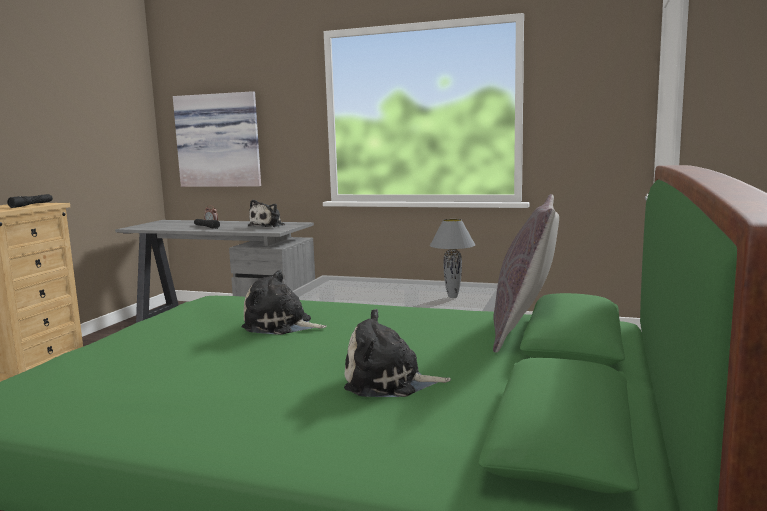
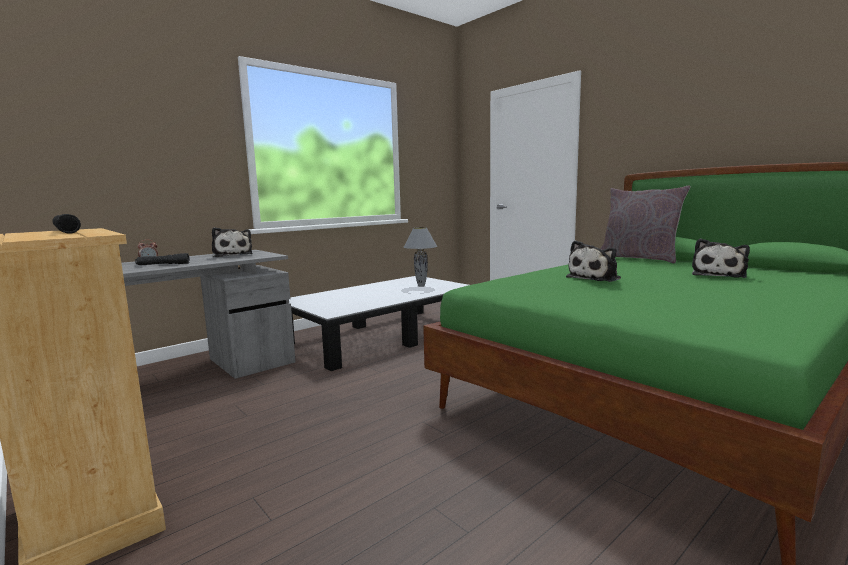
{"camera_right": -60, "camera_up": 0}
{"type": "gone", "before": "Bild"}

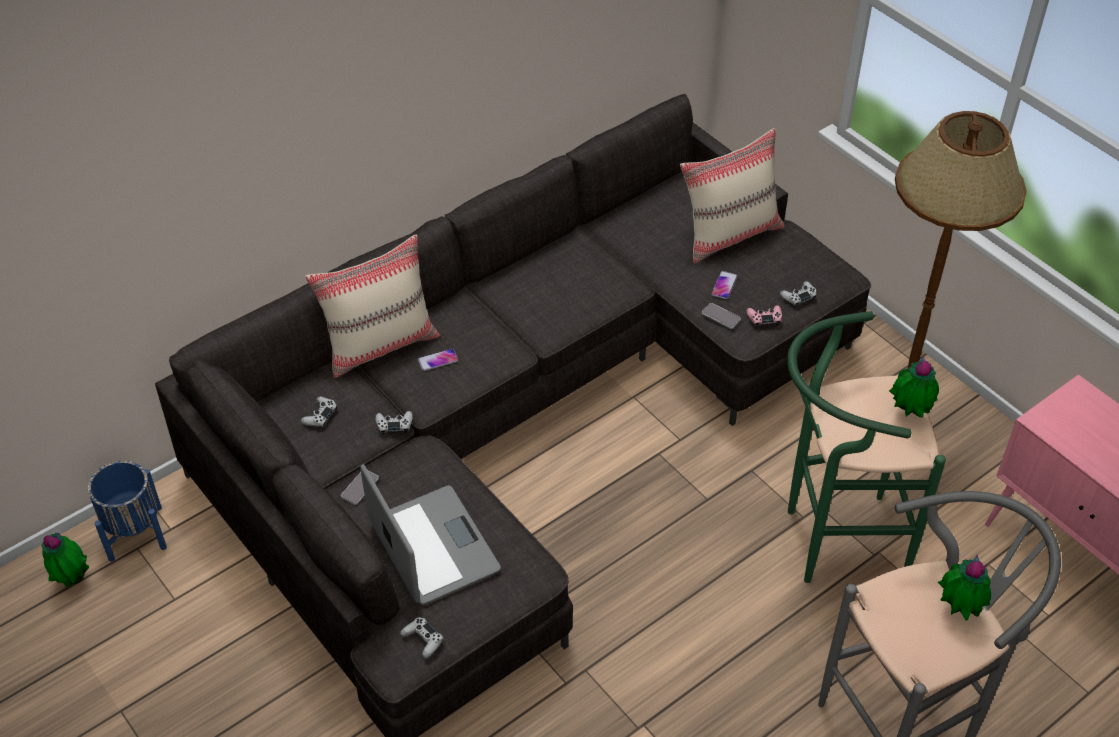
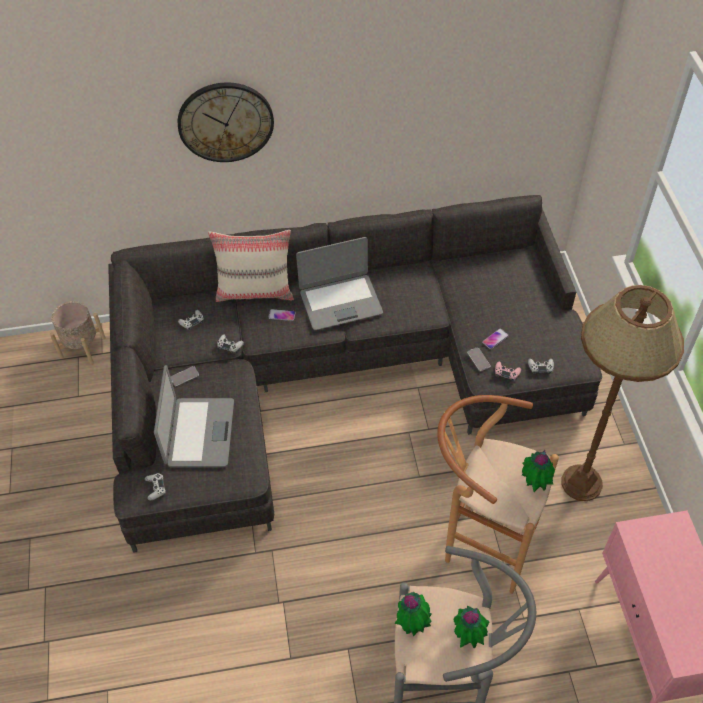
{"camera_right": 30, "camera_up": 5}
{"type": "shifted", "before": "Topfpflanze (no. 1 from left)"}
{"type": "repainted", "before": "Pflanzkübel (blau)", "after": "Pflanzkübel (beige)"}
{"type": "gone", "before": "Kissen (beige) (no. 2 from left)"}
{"type": "repainted", "before": "Hocker (grün)", "after": "Hocker (braun)"}
{"type": "new", "after": "Wanduhr"}
{"type": "new", "after": "Laptop (no. 2 from left)"}

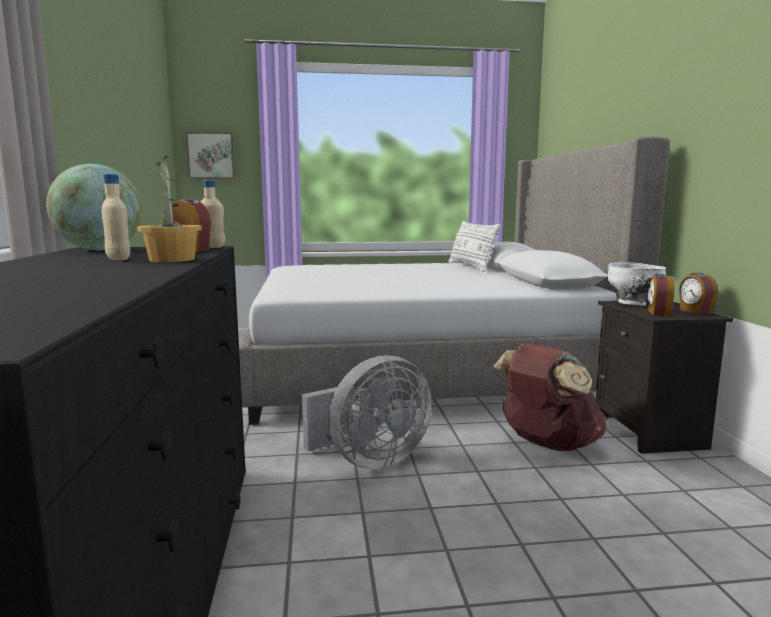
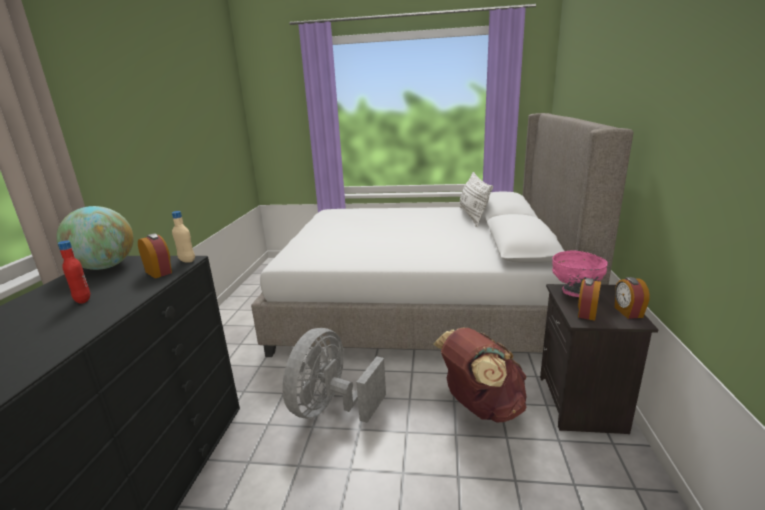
{"camera_right": 15, "camera_up": 10}
{"type": "repainted", "before": "Flasche (beige) (no. 1 from left)", "after": "Flasche (rot)"}
{"type": "gone", "before": "Topfpflanze"}
{"type": "gone", "before": "Bild"}
{"type": "rotated", "before": "Ventilator (grau)", "turn": 135}
{"type": "repainted", "before": "Schüssel (weiß)", "after": "Schüssel (rosa)"}

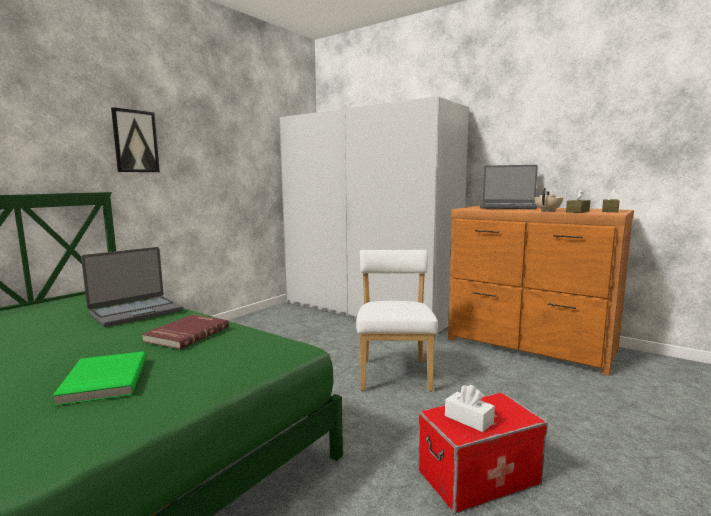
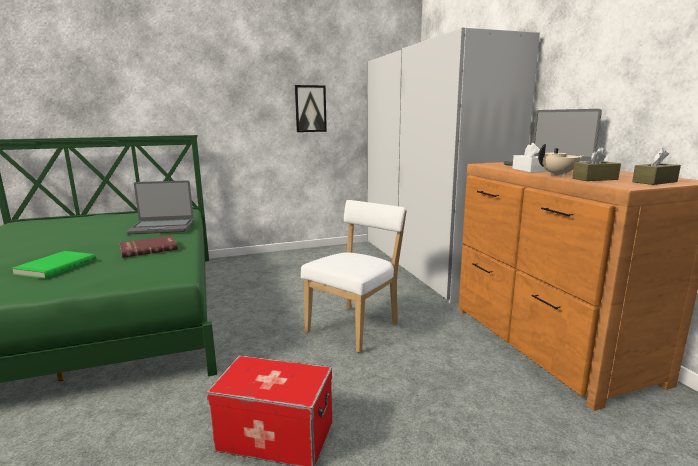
{"camera_right": 35, "camera_up": 5}
{"type": "shifted", "before": "Bild"}
{"type": "shifted", "before": "Taschentuchbox (weiß)"}

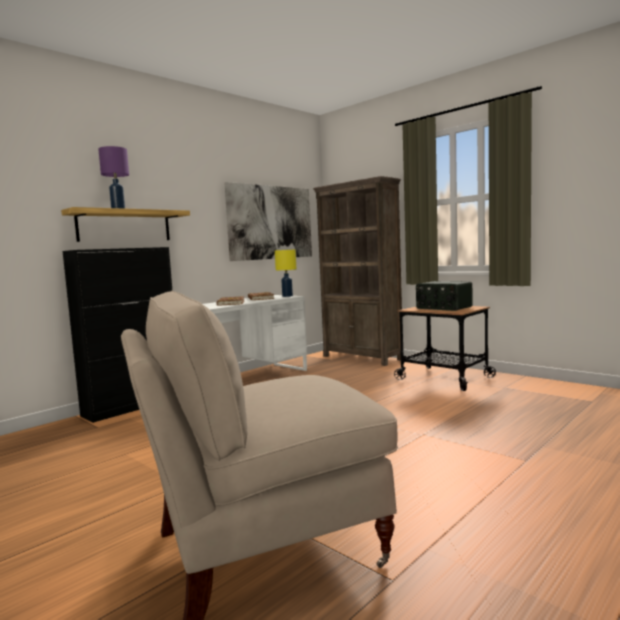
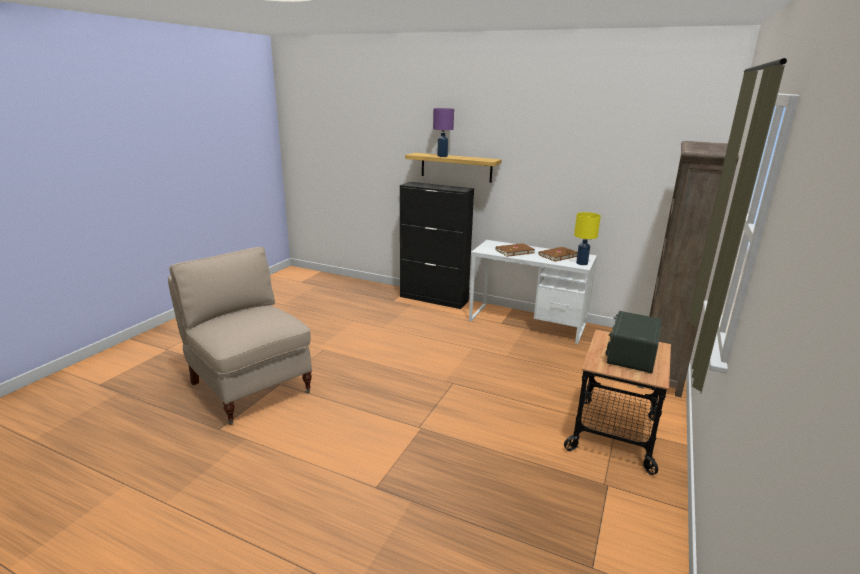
{"camera_right": 70, "camera_up": 15}
{"type": "gone", "before": "Bild"}

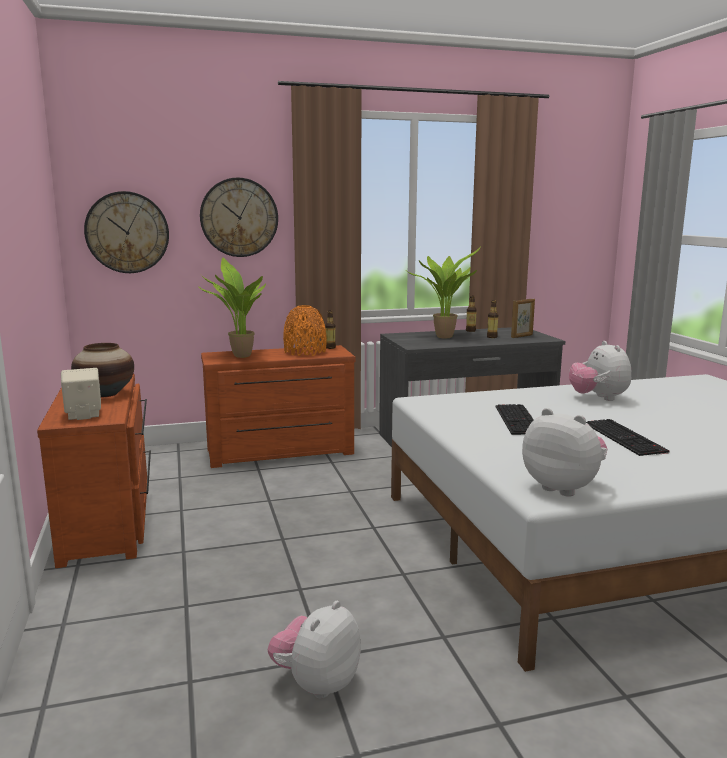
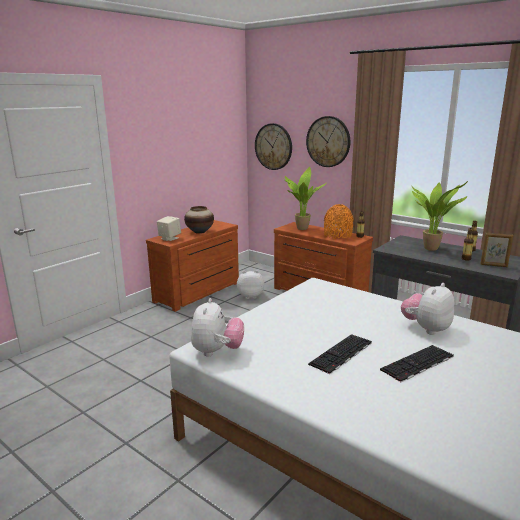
{"camera_right": 55, "camera_up": 5}
{"type": "shifted", "before": "Plüschtier (no. 1 from left in the first image)", "after": "Plüschtier (no. 2 from left)"}
{"type": "shifted", "before": "Tastatur (no. 1 from left in the first image)", "after": "Tastatur (no. 2 from left)"}

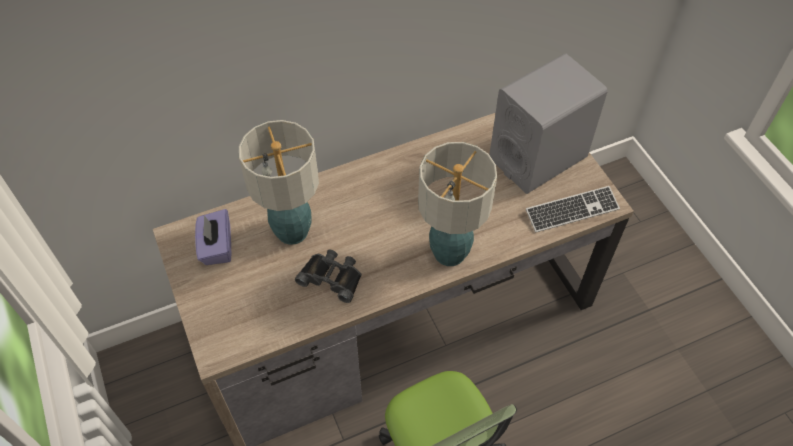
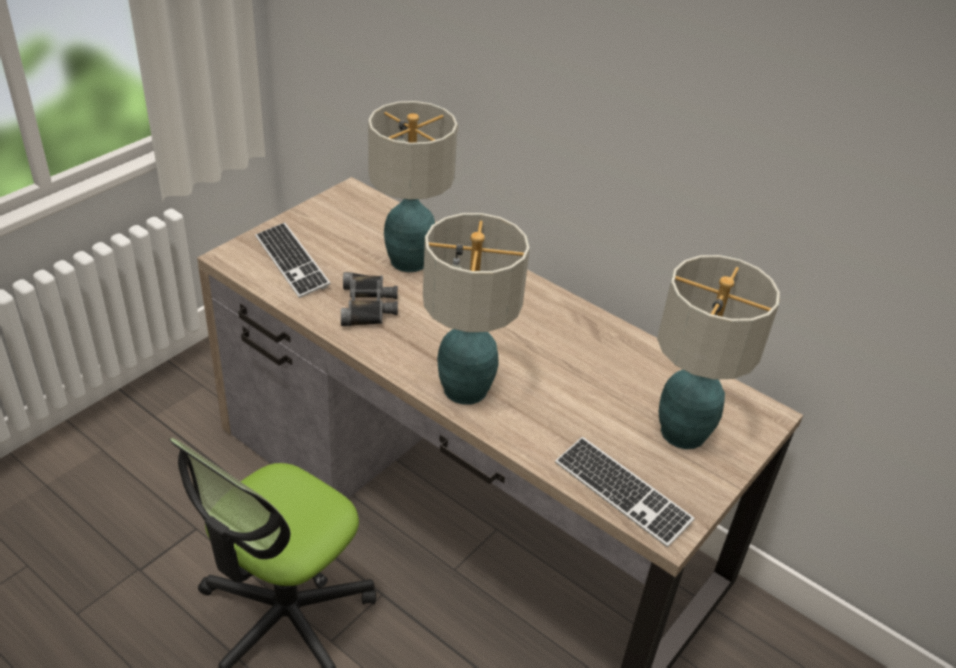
{"camera_right": 60, "camera_up": -15}
{"type": "gone", "before": "Taschentuchbox (lila)"}
{"type": "swapped", "before": "Lautsprecher (grau)", "after": "Tischlampe (no. 3 from left)"}
{"type": "new", "after": "Tastatur (no. 1 from left)"}

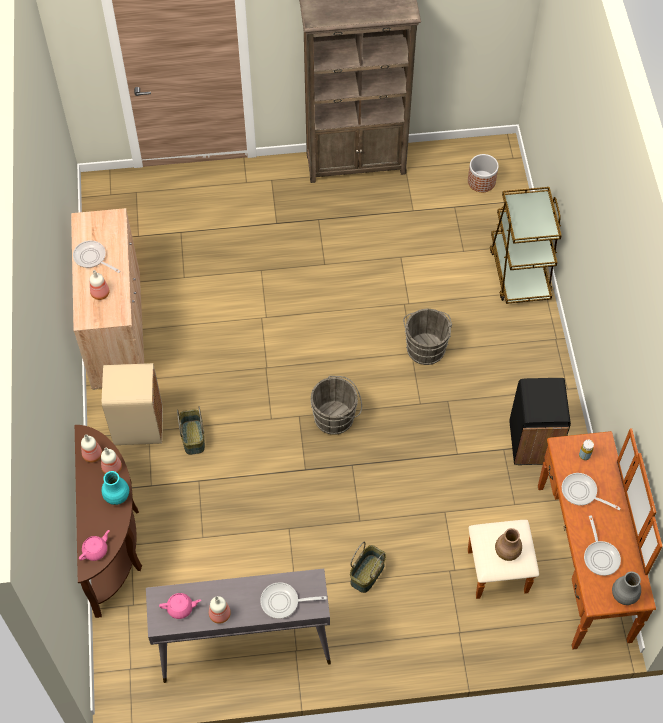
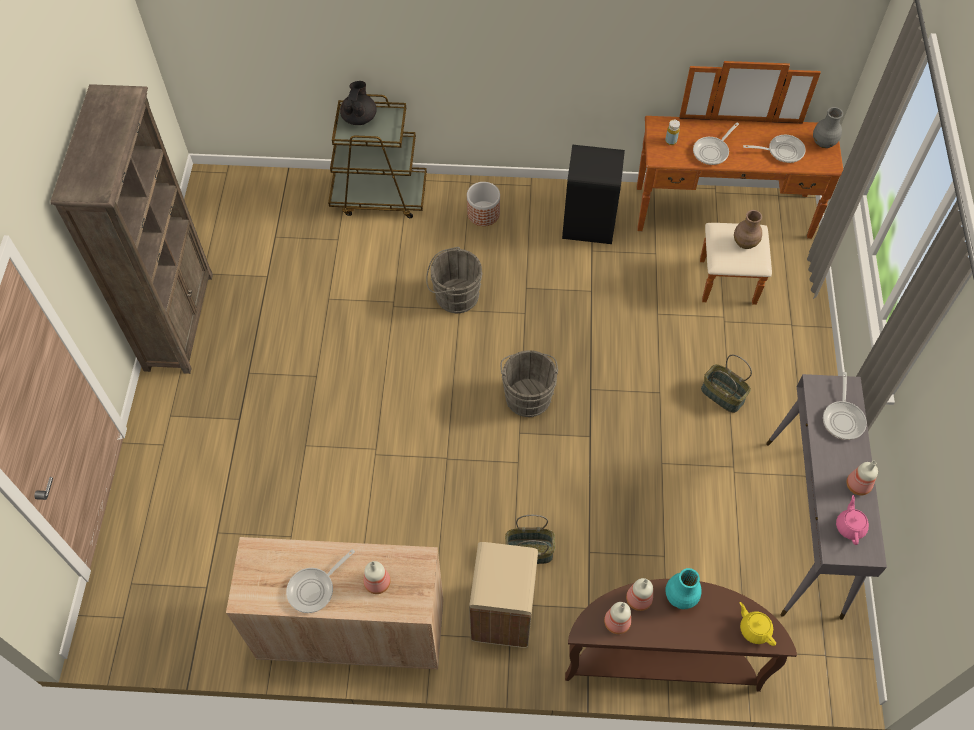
{"camera_right": -80, "camera_up": 0}
{"type": "repainted", "before": "Teekanne (rosa) (no. 1 from left)", "after": "Teekanne (gelb)"}
{"type": "shifted", "before": "Pflanzkübel"}
{"type": "new", "after": "Teekanne (schwarz)"}

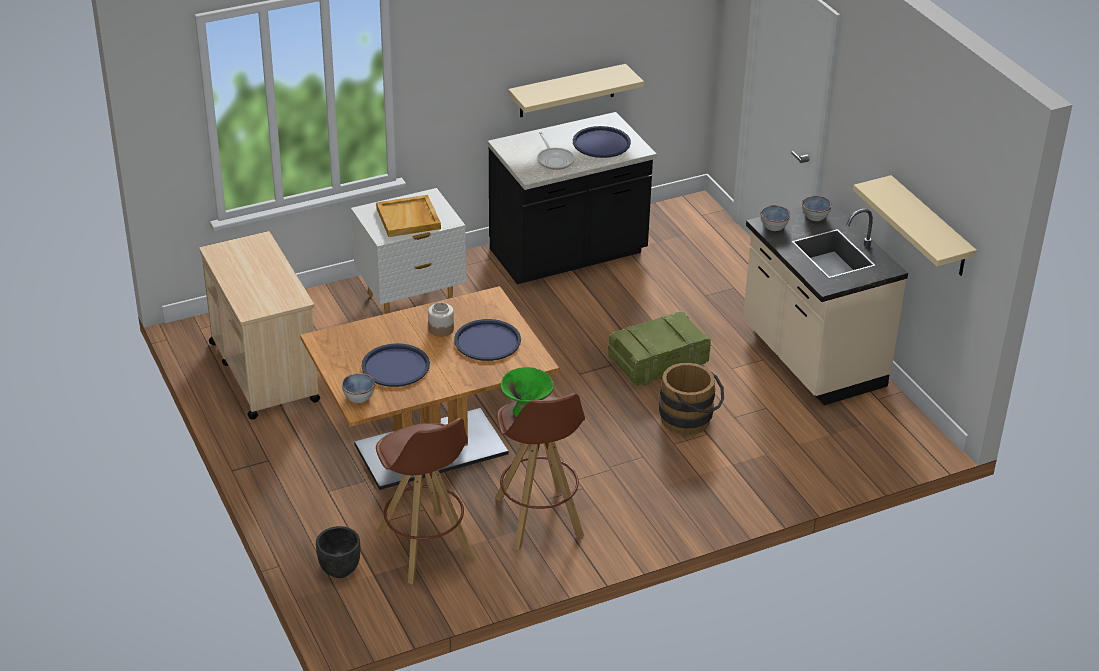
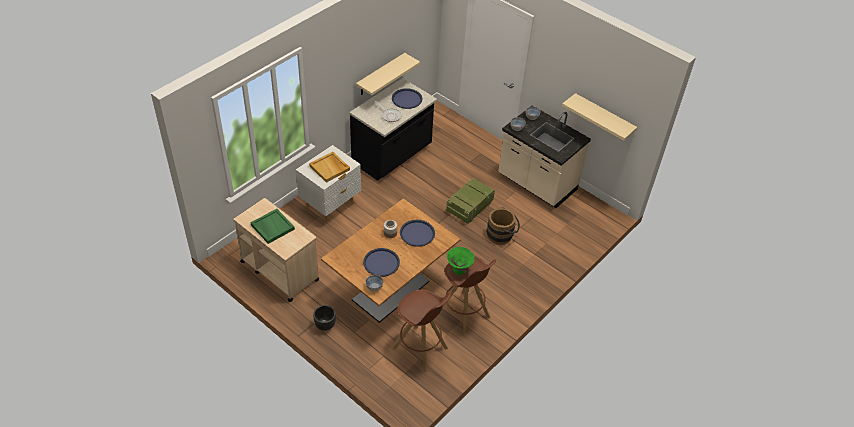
{"camera_right": -25, "camera_up": 10}
{"type": "shifted", "before": "Pflanzkübel (schwarz)"}
{"type": "new", "after": "Tablett (grün)"}

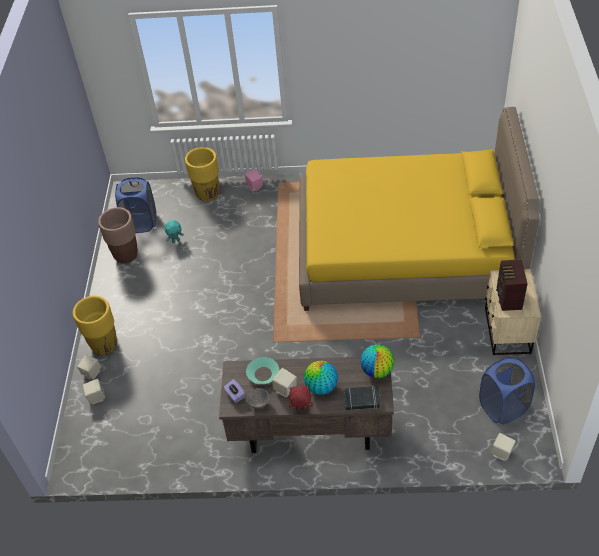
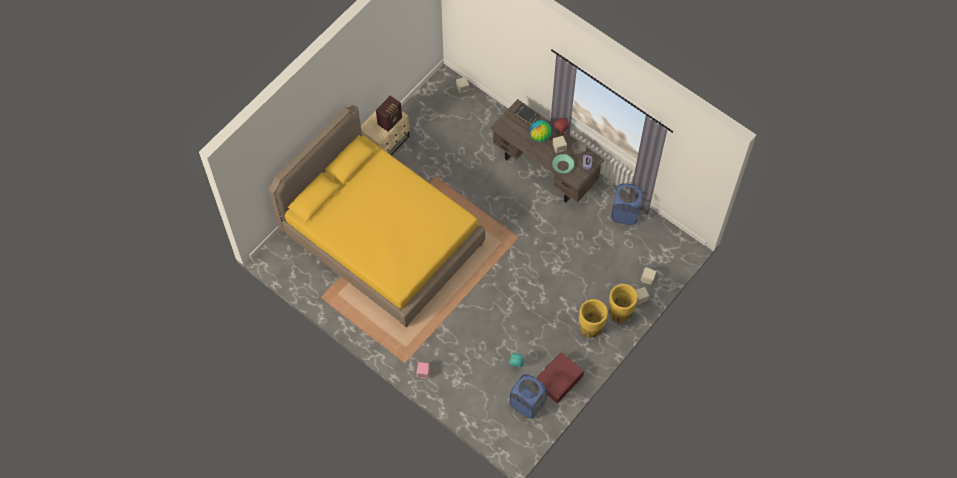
{"camera_right": -145, "camera_up": 15}
{"type": "swapped", "before": "Pflanzkübel (braun)", "after": "Koffer (rot)"}
{"type": "shifted", "before": "Pflanzkübel (gelb) (no. 2 from left in the first image)", "after": "Pflanzkübel (gelb) (no. 1 from left)"}
{"type": "gone", "before": "Globus (no. 2 from left)"}
{"type": "shifted", "before": "Wäschekorb (blau) (no. 2 from left)"}

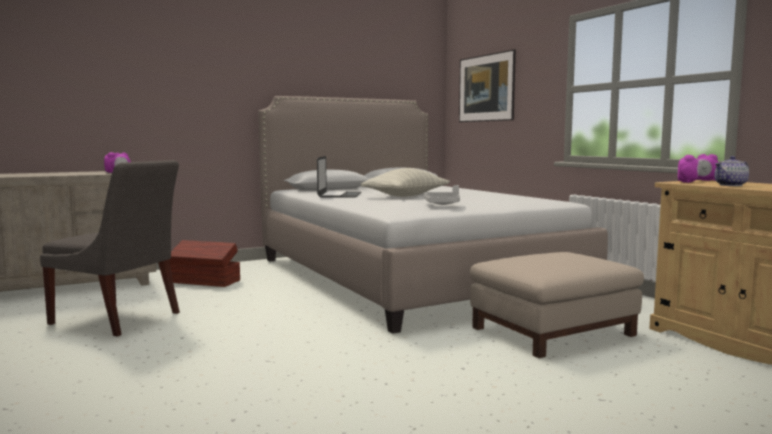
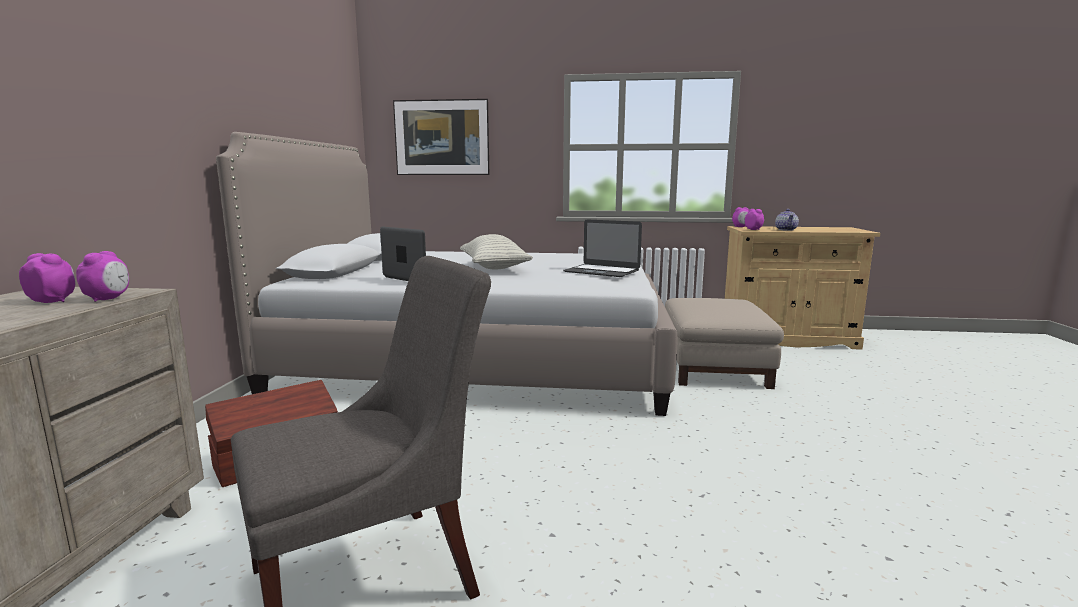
{"camera_right": -55, "camera_up": 5}
{"type": "swapped", "before": "Tablett (grau)", "after": "Laptop (no. 2 from left)"}

